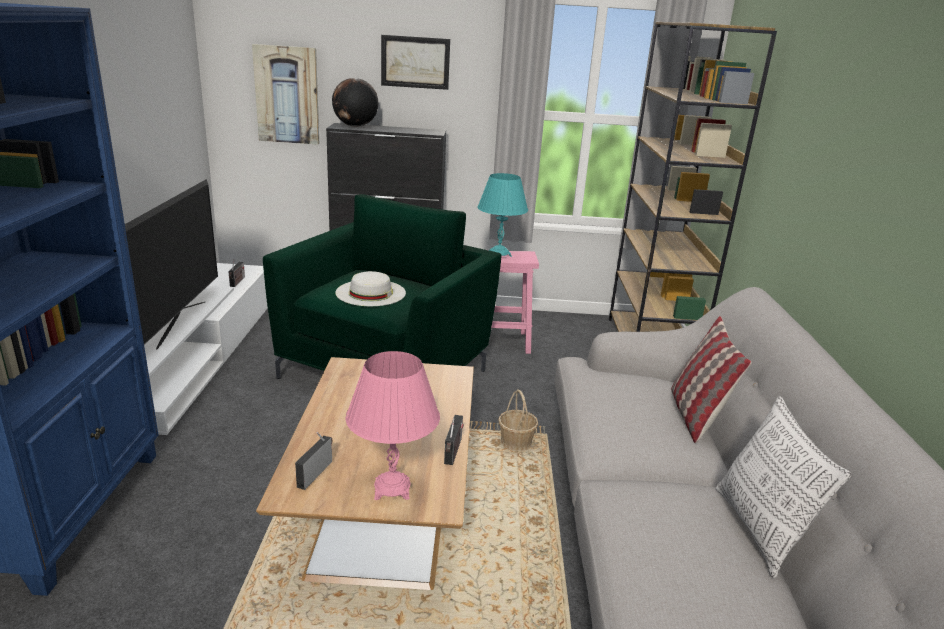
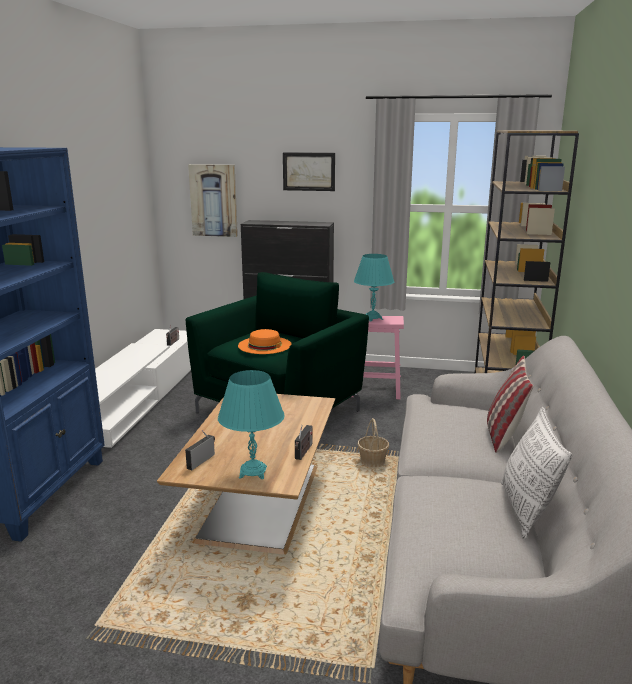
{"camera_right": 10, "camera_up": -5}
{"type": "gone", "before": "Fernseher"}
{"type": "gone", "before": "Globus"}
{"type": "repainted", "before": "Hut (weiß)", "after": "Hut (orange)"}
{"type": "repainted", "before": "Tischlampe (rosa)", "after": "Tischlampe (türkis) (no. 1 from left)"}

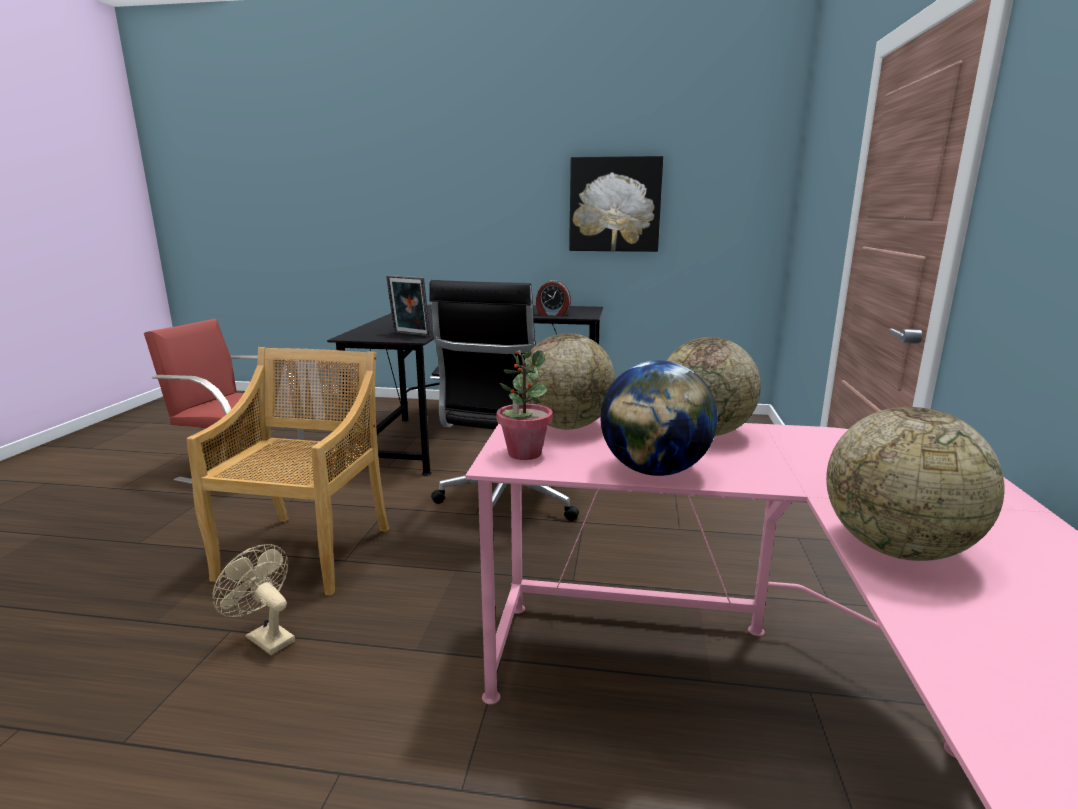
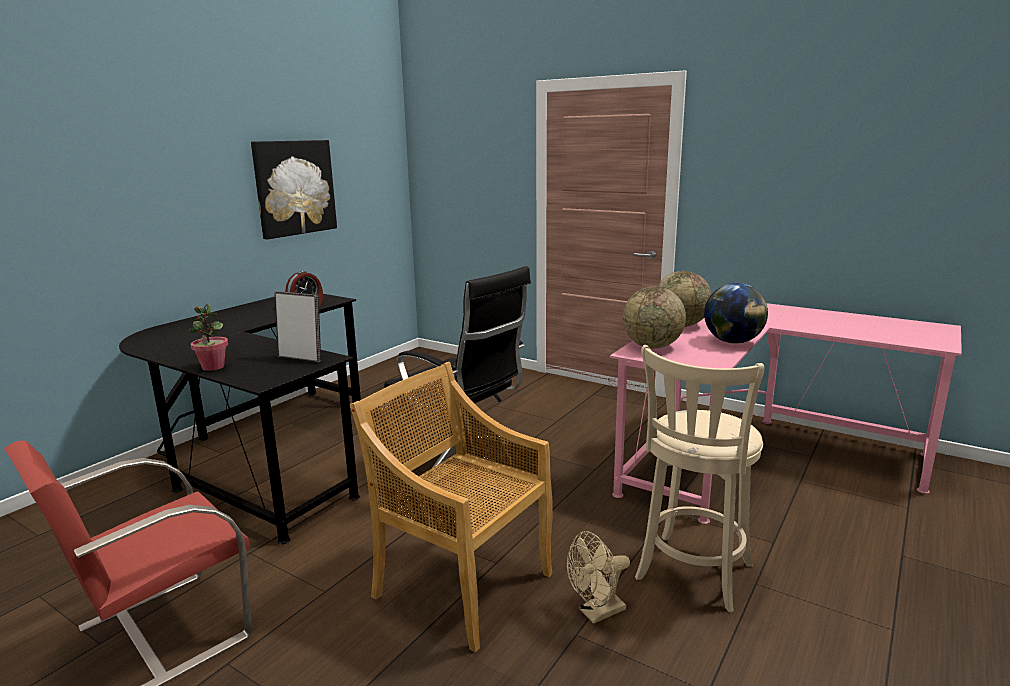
{"camera_right": -65, "camera_up": 0}
{"type": "rotated", "before": "Bilderrahmen", "turn": -120}
{"type": "shifted", "before": "Topfpflanze"}
{"type": "gone", "before": "Globus (no. 4 from left)"}
{"type": "new", "after": "Hocker (beige)"}

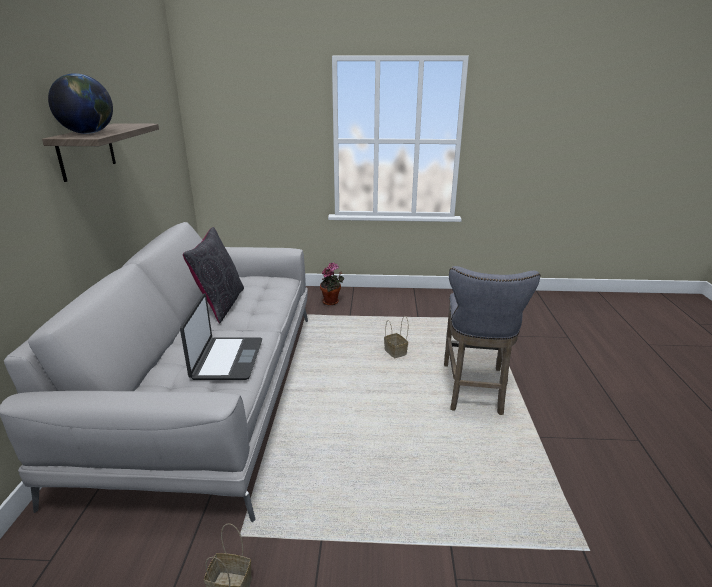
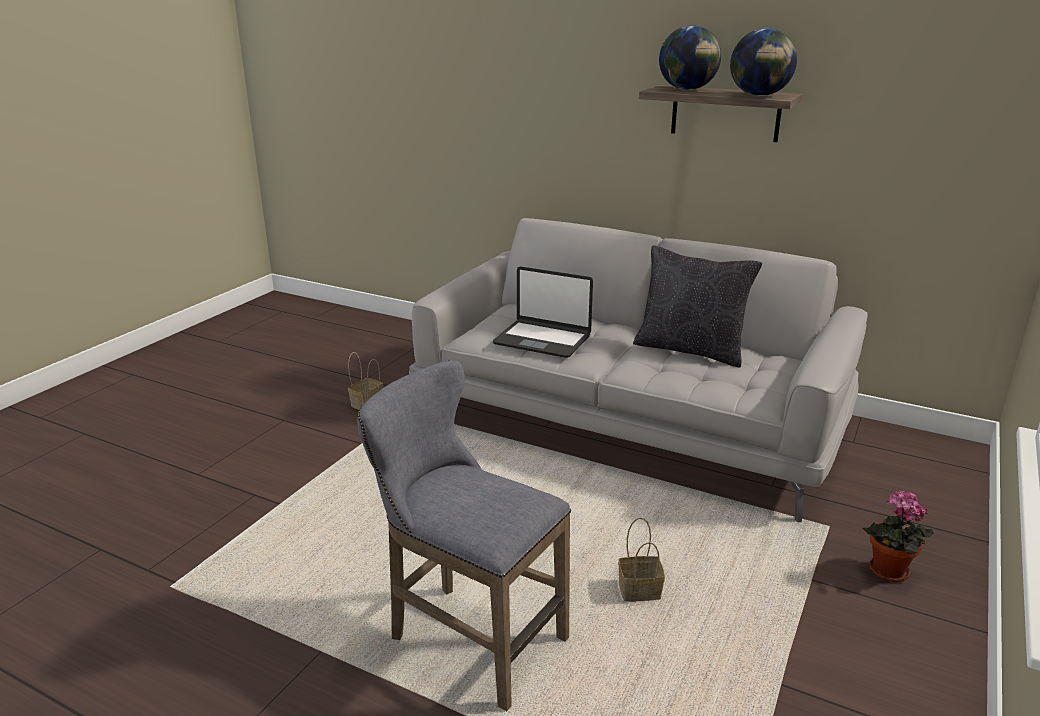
{"camera_right": 115, "camera_up": 0}
{"type": "new", "after": "Globus (no. 2 from left)"}

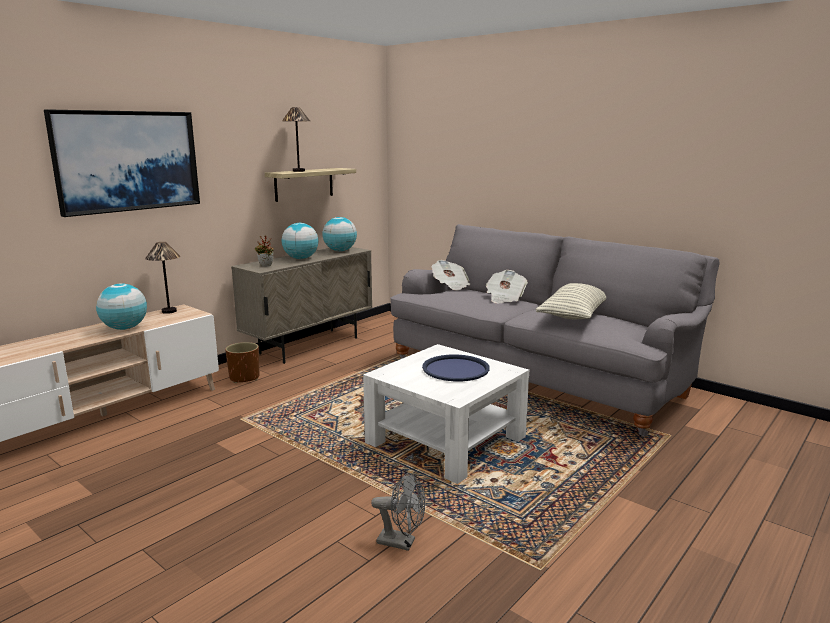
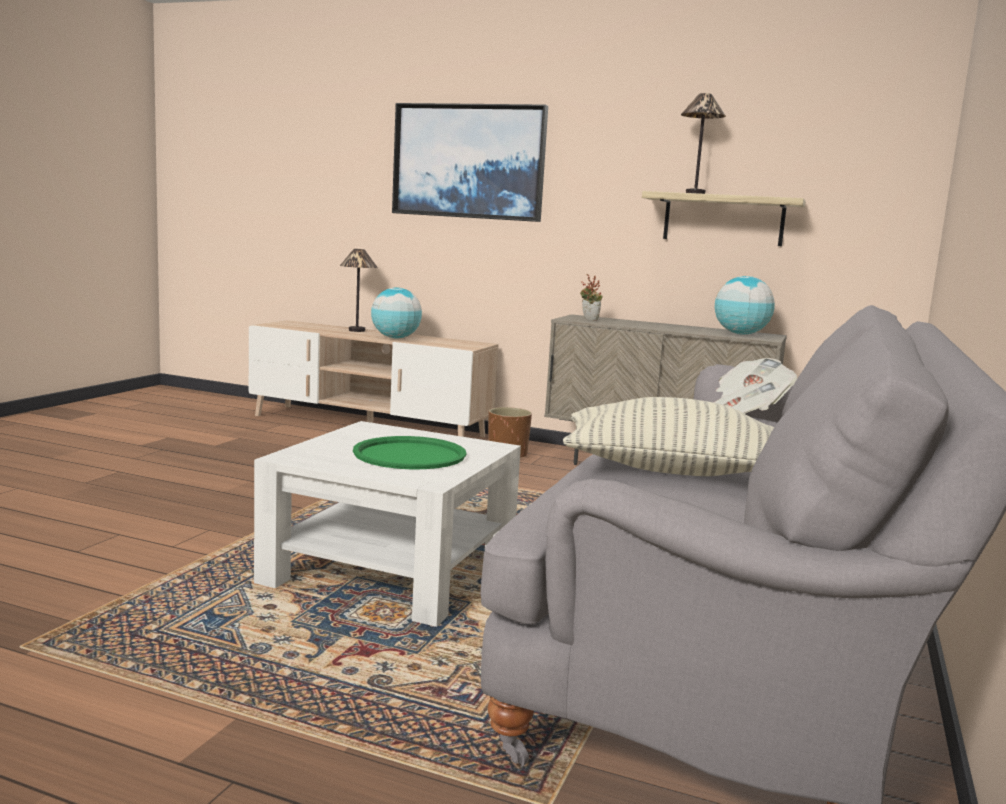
{"camera_right": 70, "camera_up": -5}
{"type": "shifted", "before": "Tischlampe (no. 1 from left)"}
{"type": "gone", "before": "Globus (no. 2 from left)"}
{"type": "gone", "before": "Ventilator (grau)"}
{"type": "repainted", "before": "Tablett (blau)", "after": "Tablett (grün)"}

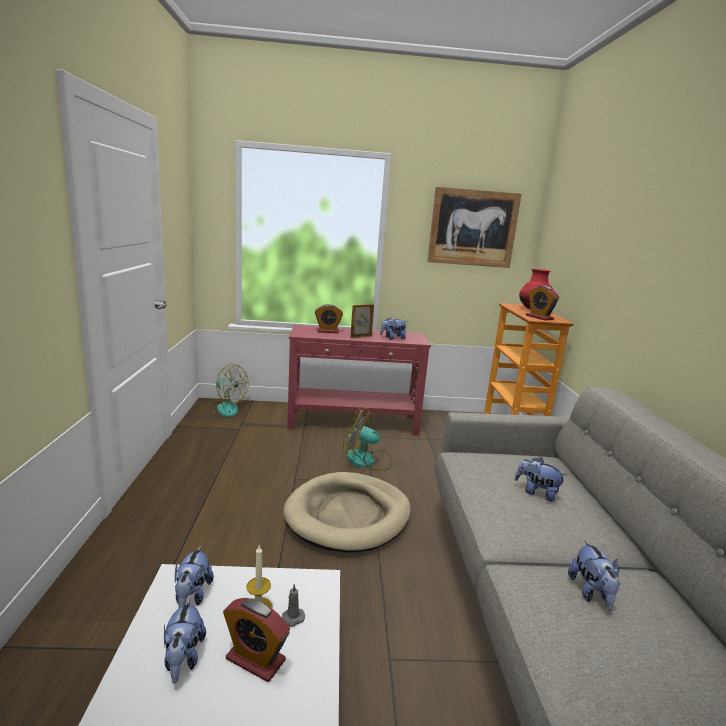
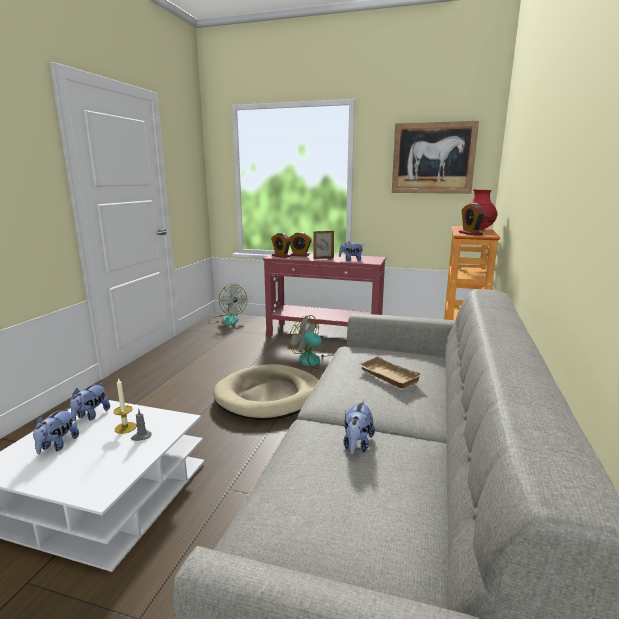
{"camera_right": 20, "camera_up": 0}
{"type": "shifted", "before": "Wecker (no. 1 from left)"}
{"type": "swapped", "before": "Plüschtier (no. 4 from left)", "after": "Tablett (beige)"}

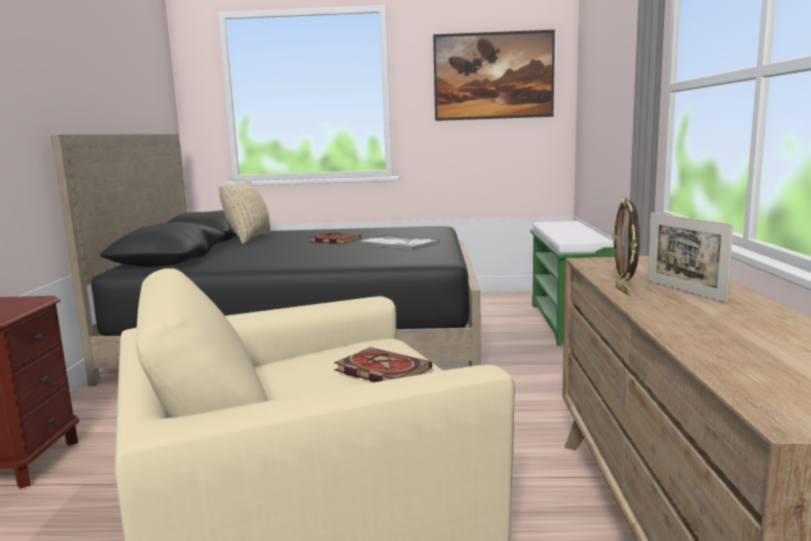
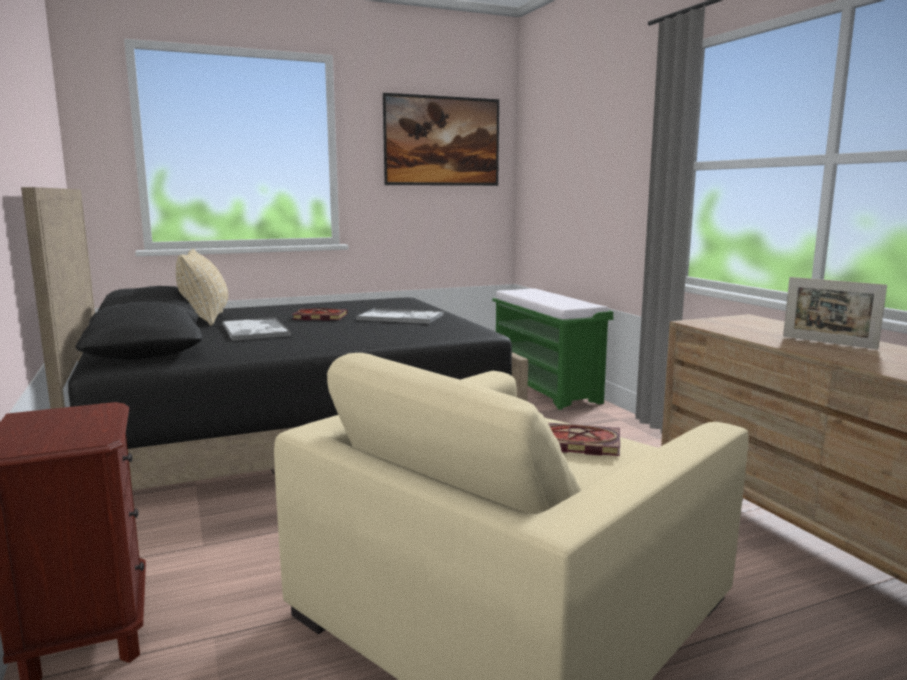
{"camera_right": -25, "camera_up": 0}
{"type": "gone", "before": "Bilderrahmen (no. 1 from left)"}
{"type": "new", "after": "Tablett (no. 1 from left)"}

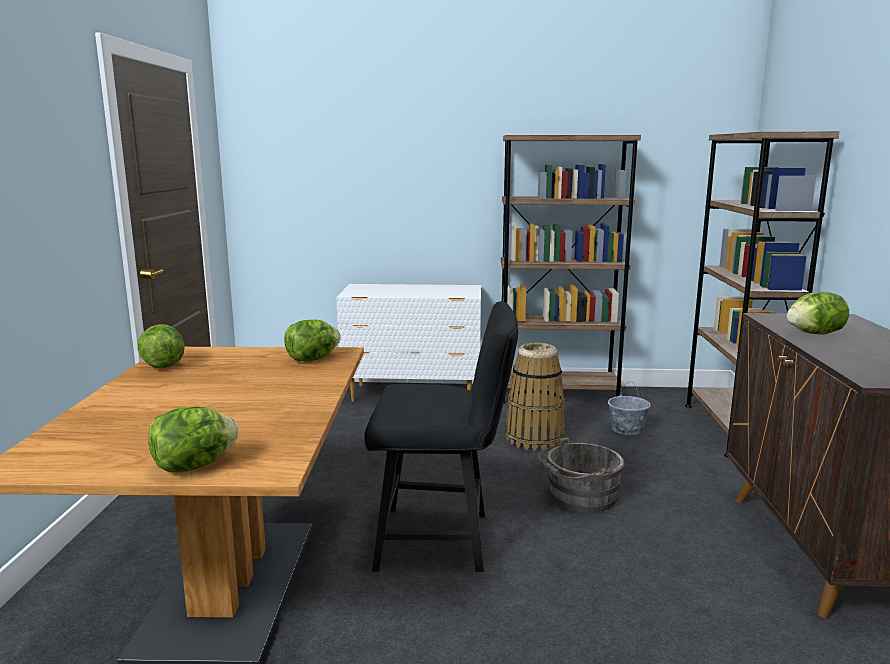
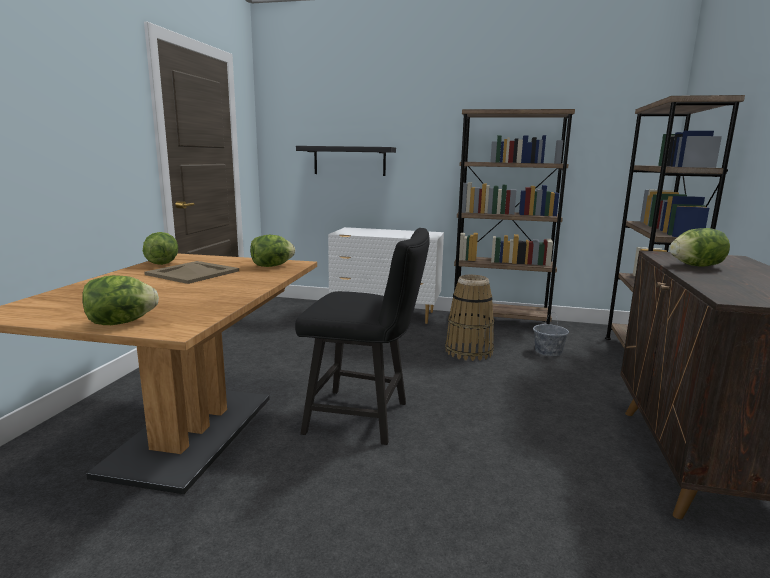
{"camera_right": 10, "camera_up": 0}
{"type": "gone", "before": "Eimer (grau) (no. 1 from left)"}
{"type": "new", "after": "Tablett (beige)"}
{"type": "new", "after": "Wandregal (schwarz)"}

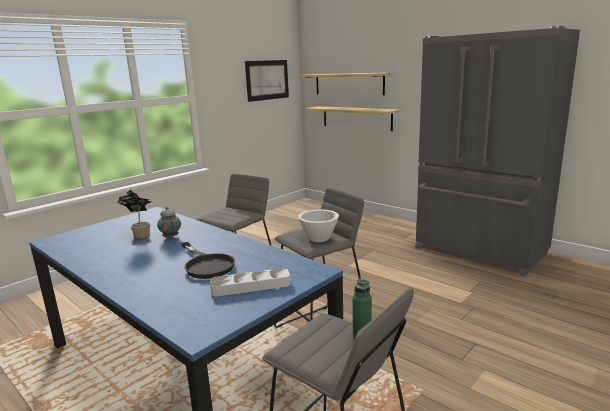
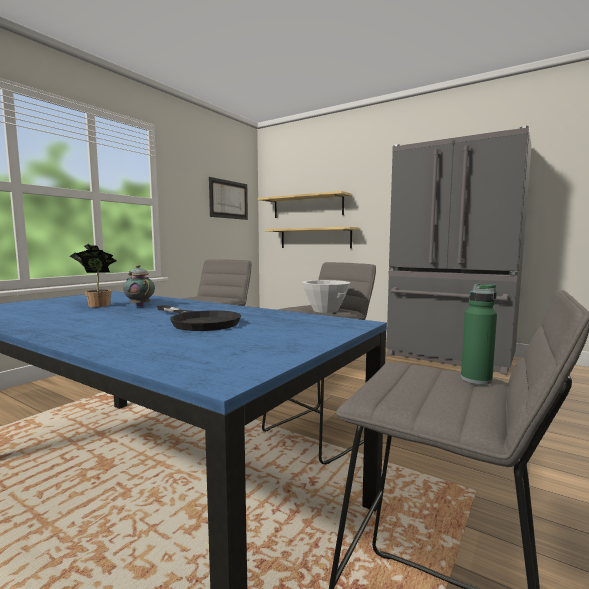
{"camera_right": -10, "camera_up": -10}
{"type": "gone", "before": "Tablett (grau)"}

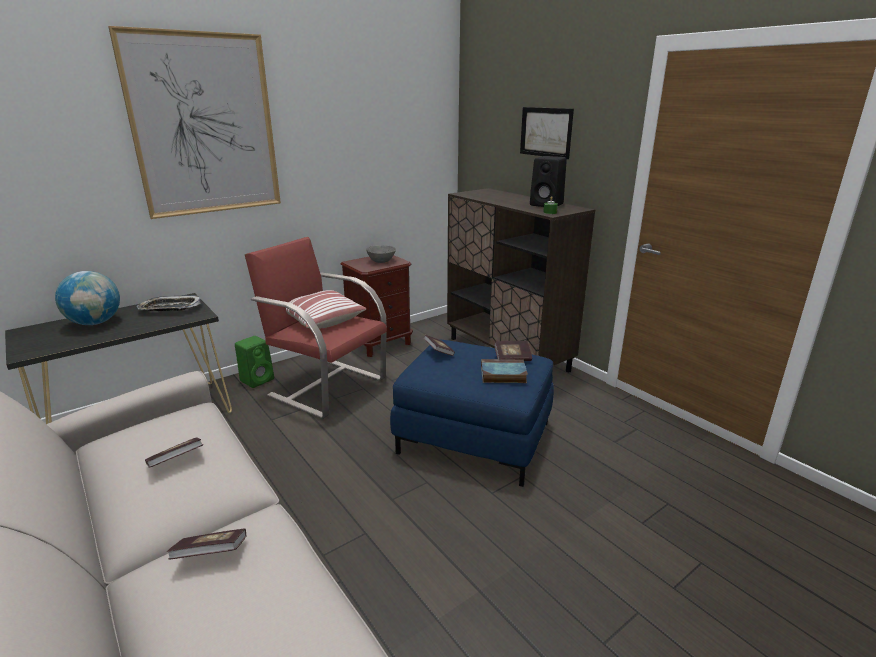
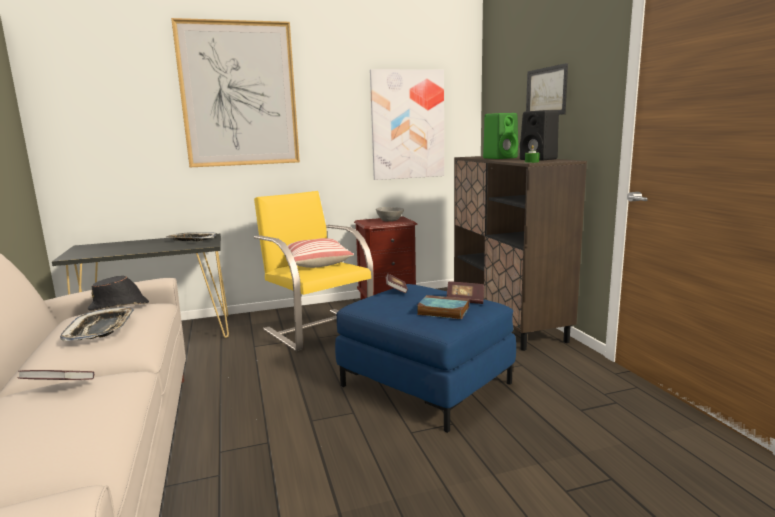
{"camera_right": 20, "camera_up": -10}
{"type": "gone", "before": "Globus"}
{"type": "swapped", "before": "Buch (no. 1 from left)", "after": "Tablett (no. 1 from left)"}
{"type": "shifted", "before": "Lautsprecher (grün)"}
{"type": "repainted", "before": "Sessel (rot)", "after": "Sessel (gelb)"}
{"type": "new", "after": "Hut (schwarz)"}
{"type": "new", "after": "Bild (no. 2 from left)"}

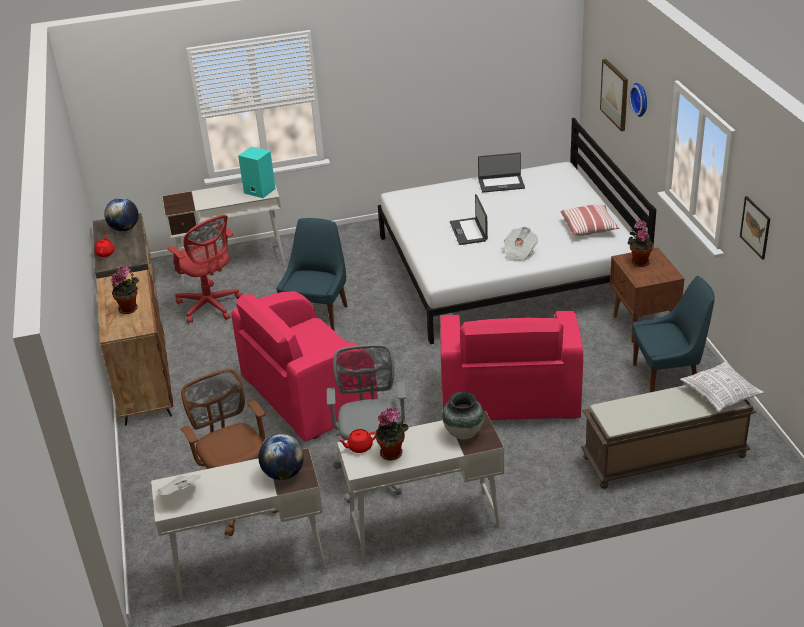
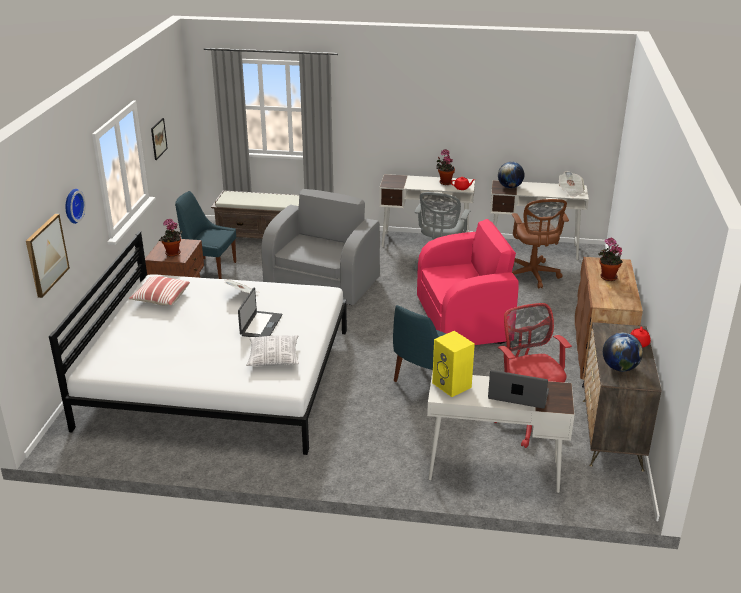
{"camera_right": -160, "camera_up": -5}
{"type": "repainted", "before": "Lautsprecher (türkis)", "after": "Lautsprecher (gelb)"}
{"type": "repainted", "before": "Sessel (rosa) (no. 2 from left)", "after": "Sessel (grau)"}
{"type": "gone", "before": "Vase"}
{"type": "shifted", "before": "Laptop (no. 2 from left)"}
{"type": "shifted", "before": "Kissen (no. 2 from left)"}

